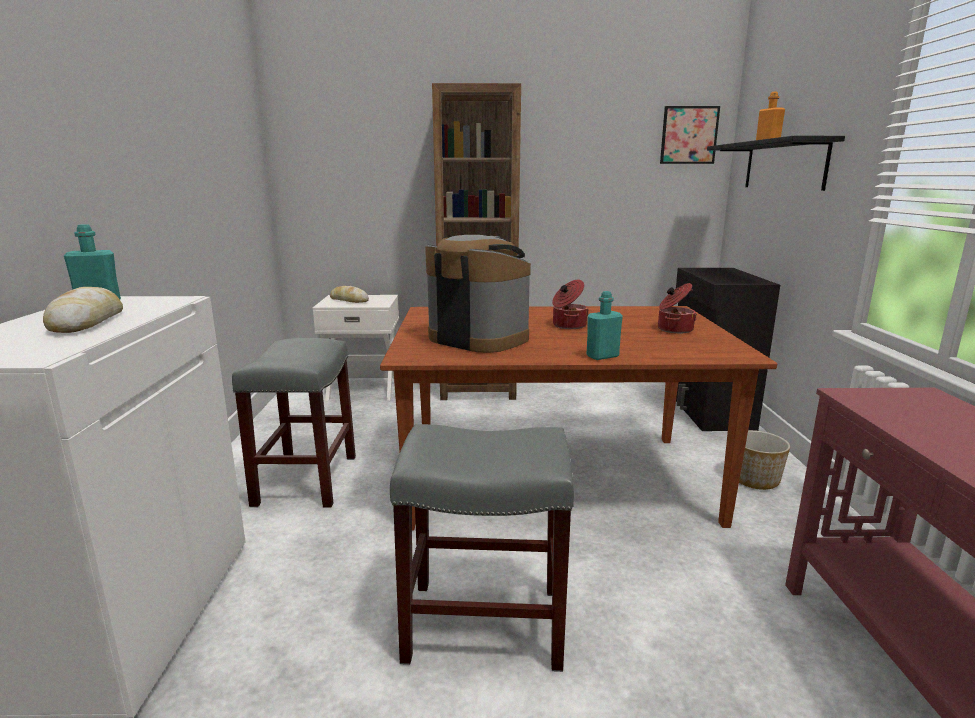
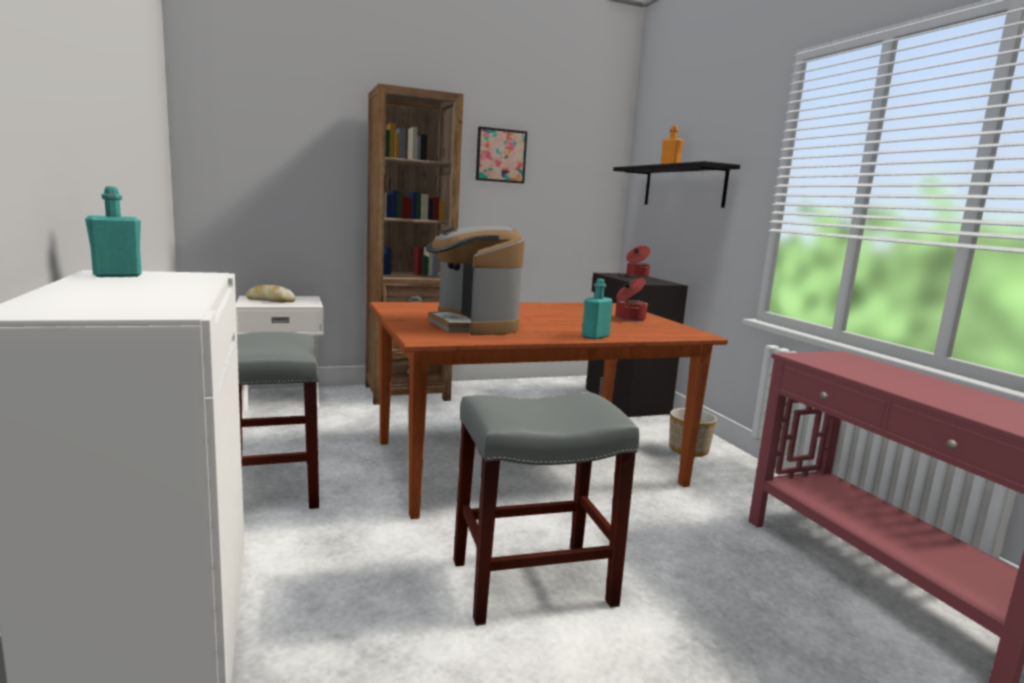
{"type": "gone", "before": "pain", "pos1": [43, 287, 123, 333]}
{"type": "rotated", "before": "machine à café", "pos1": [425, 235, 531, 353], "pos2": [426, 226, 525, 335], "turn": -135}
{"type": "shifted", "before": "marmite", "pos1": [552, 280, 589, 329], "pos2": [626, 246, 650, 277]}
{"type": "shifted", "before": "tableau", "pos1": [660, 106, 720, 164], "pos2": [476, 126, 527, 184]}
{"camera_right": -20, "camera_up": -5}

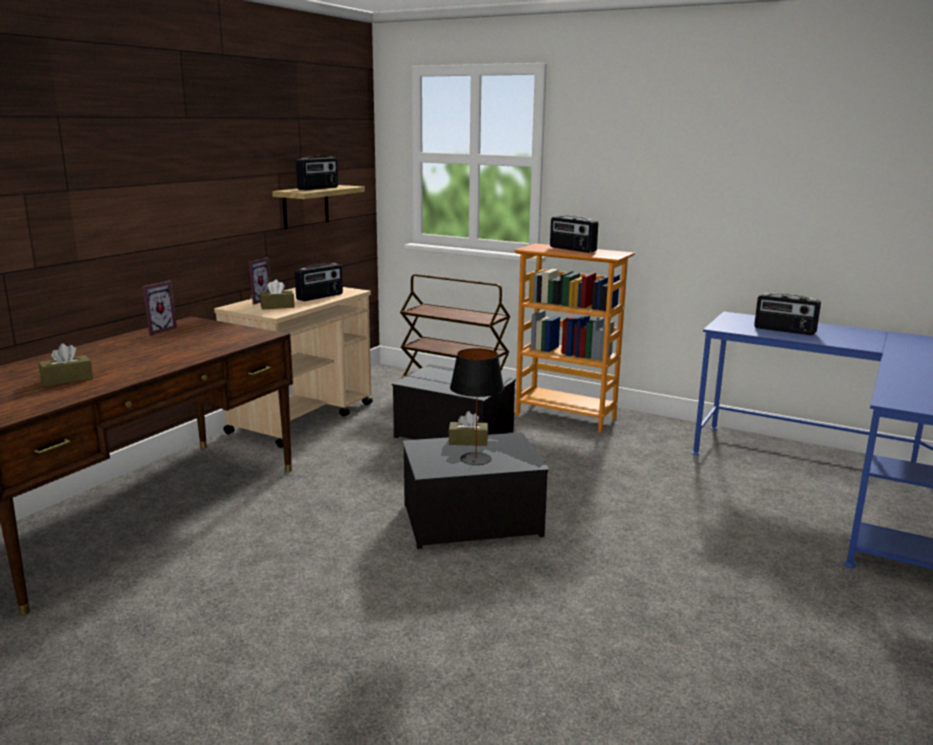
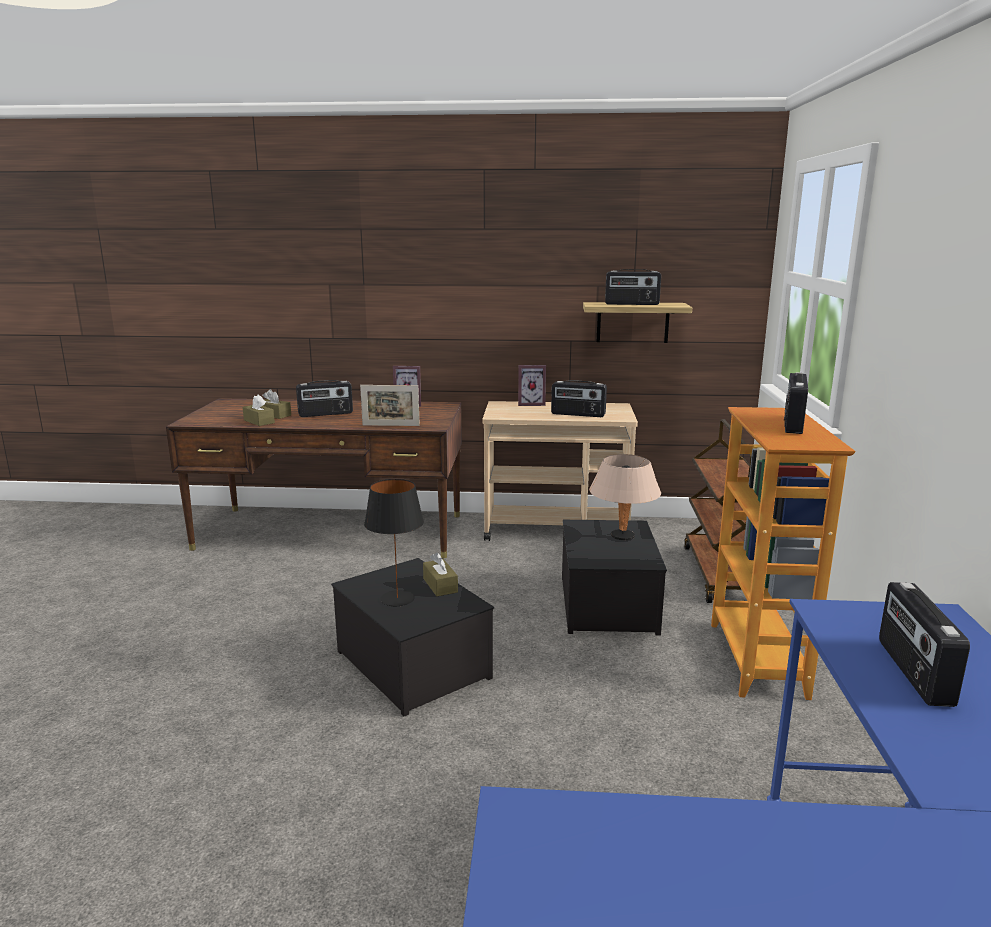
{"type": "shifted", "before": "boîte à mouchoirs [marron]", "pos1": [260, 280, 295, 310], "pos2": [243, 395, 275, 426]}
{"type": "new", "after": "radio", "pos2": [296, 380, 353, 417]}
{"type": "new", "after": "cadre photo", "pos2": [360, 385, 420, 426]}
{"type": "new", "after": "lampe de table [beige]", "pos2": [589, 454, 661, 540]}
{"camera_right": 65, "camera_up": 0}

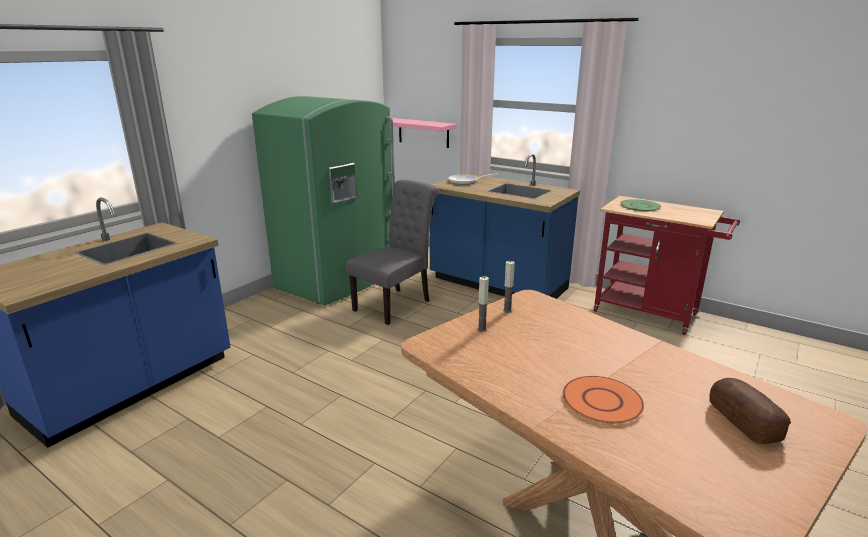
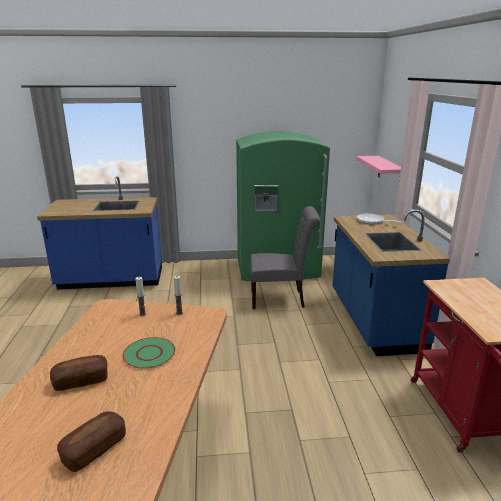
{"type": "swapped", "before": "assiette [orange]", "after": "pain", "pos1": [563, 376, 644, 424], "pos2": [50, 355, 108, 391]}
{"type": "shifted", "before": "assiette [vert]", "pos1": [620, 199, 661, 211], "pos2": [122, 337, 176, 369]}
{"camera_right": 50, "camera_up": 0}

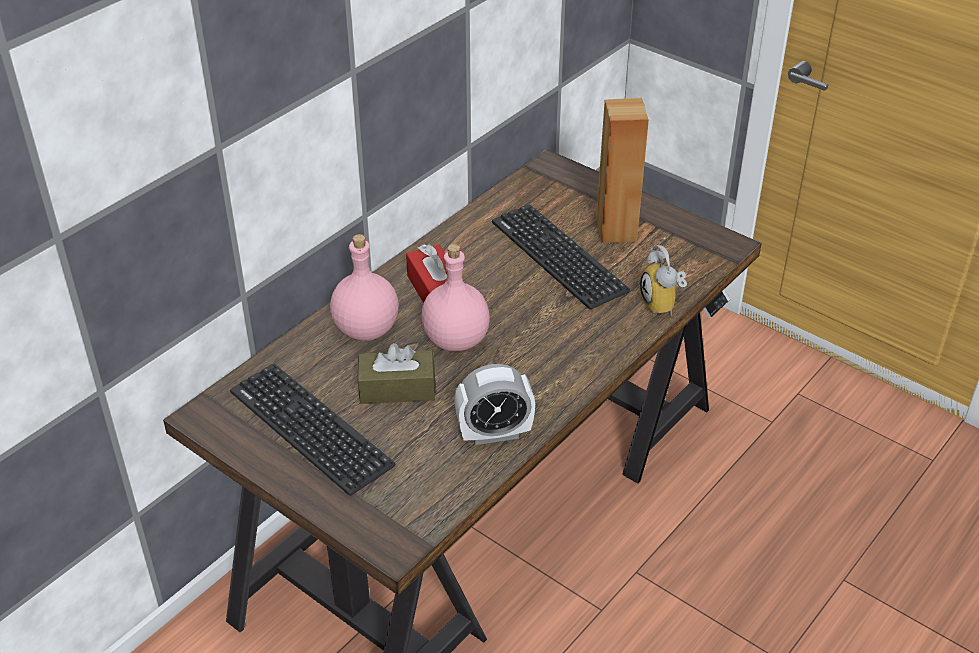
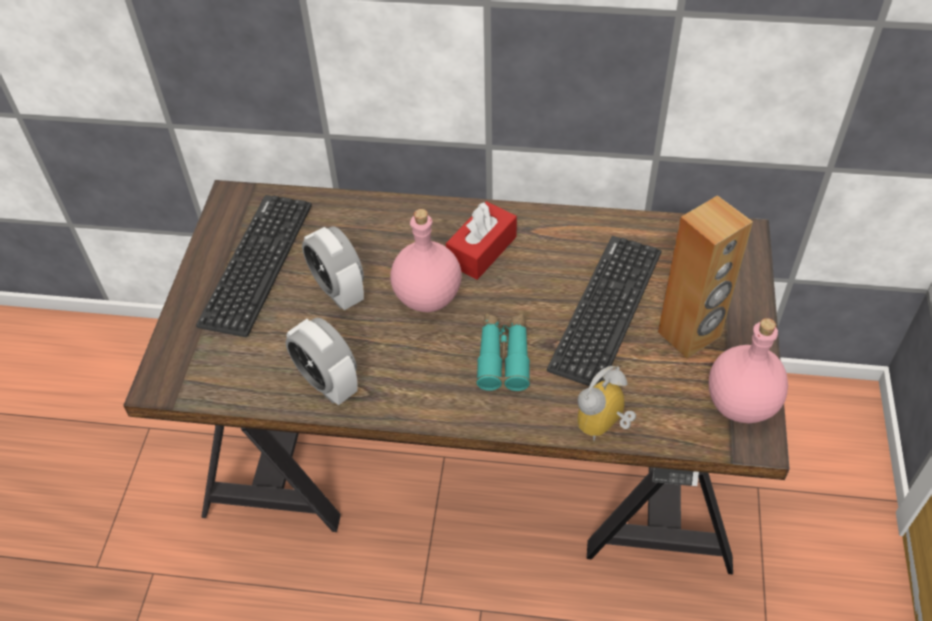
{"type": "shifted", "before": "bouteille [rose]", "pos1": [330, 234, 399, 341], "pos2": [709, 318, 788, 423]}
{"type": "swapped", "before": "boîte à mouchoirs [marron]", "after": "réveil", "pos1": [358, 343, 435, 404], "pos2": [302, 226, 364, 310]}
{"type": "new", "after": "jumelles [turquoise]", "pos2": [476, 313, 530, 391]}
{"camera_right": 60, "camera_up": 10}

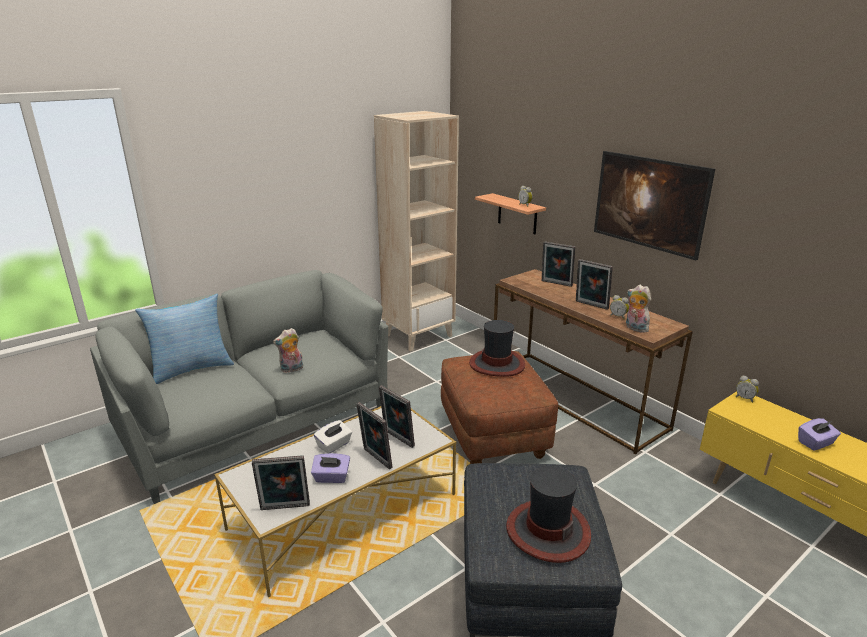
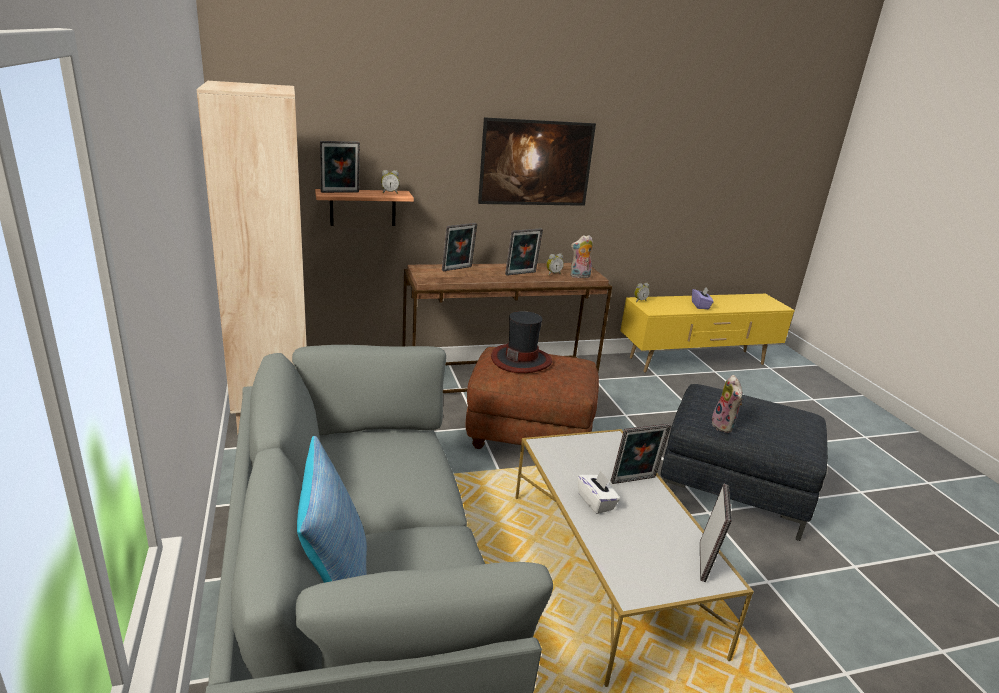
{"type": "shifted", "before": "peluche", "pos1": [273, 328, 303, 373], "pos2": [712, 375, 743, 433]}
{"type": "gone", "before": "boîte à mouchoirs [violet]", "pos1": [311, 453, 350, 483]}
{"type": "shifted", "before": "cadre photo", "pos1": [379, 385, 415, 448], "pos2": [320, 141, 360, 193]}
{"type": "gone", "before": "chapeau", "pos1": [506, 466, 591, 563]}
{"camera_right": -70, "camera_up": 0}

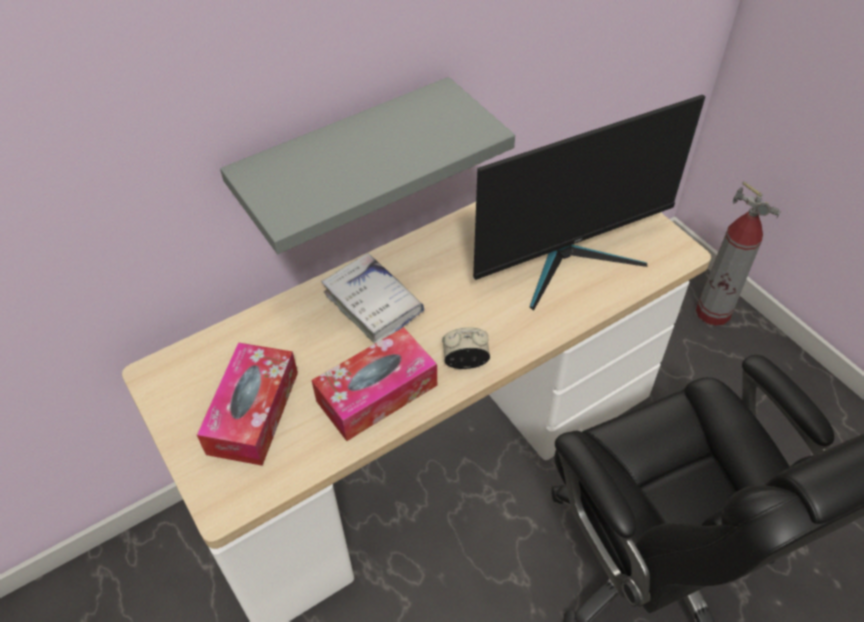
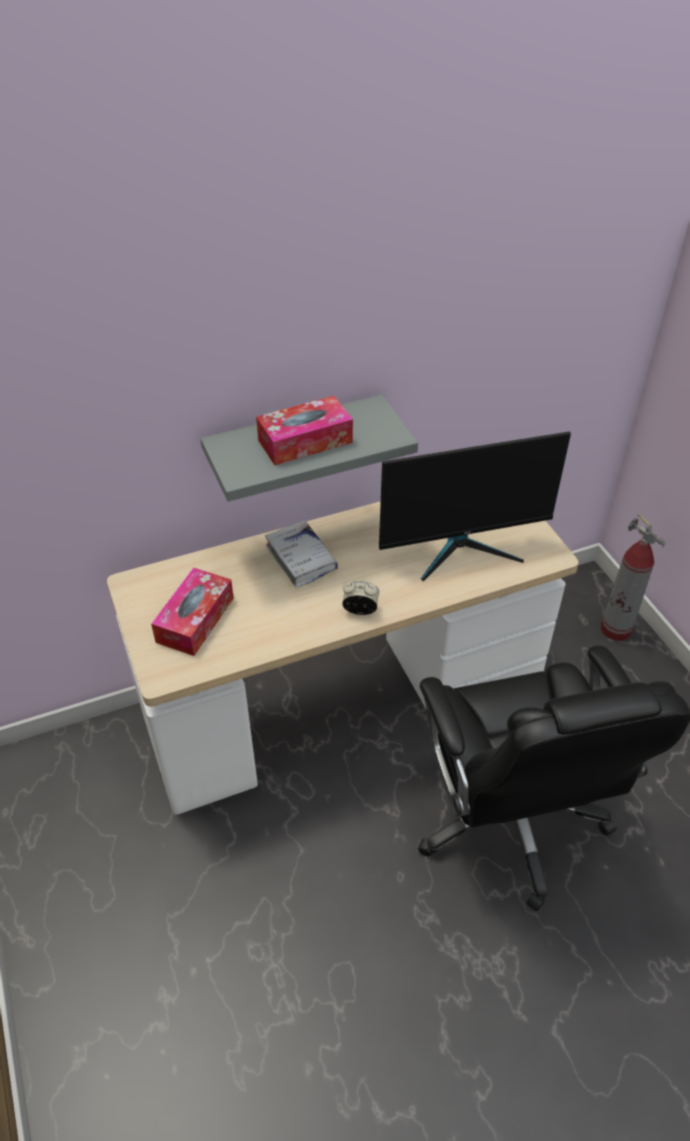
{"type": "shifted", "before": "boîte à mouchoirs", "pos1": [311, 327, 437, 441], "pos2": [256, 396, 353, 465]}
{"camera_right": 10, "camera_up": -5}

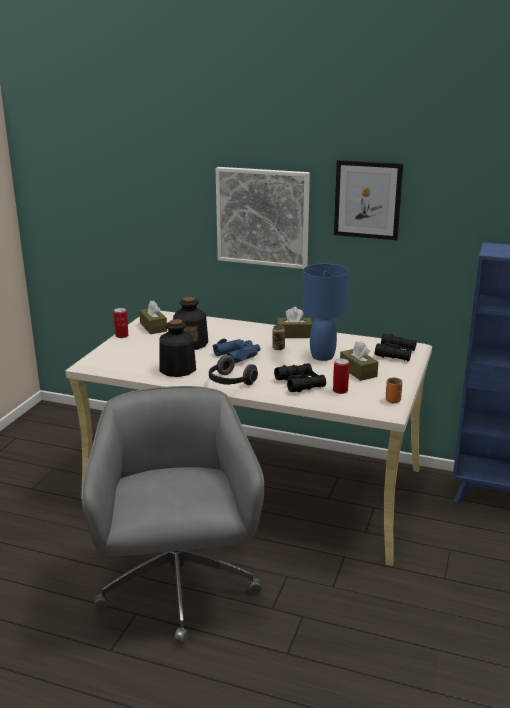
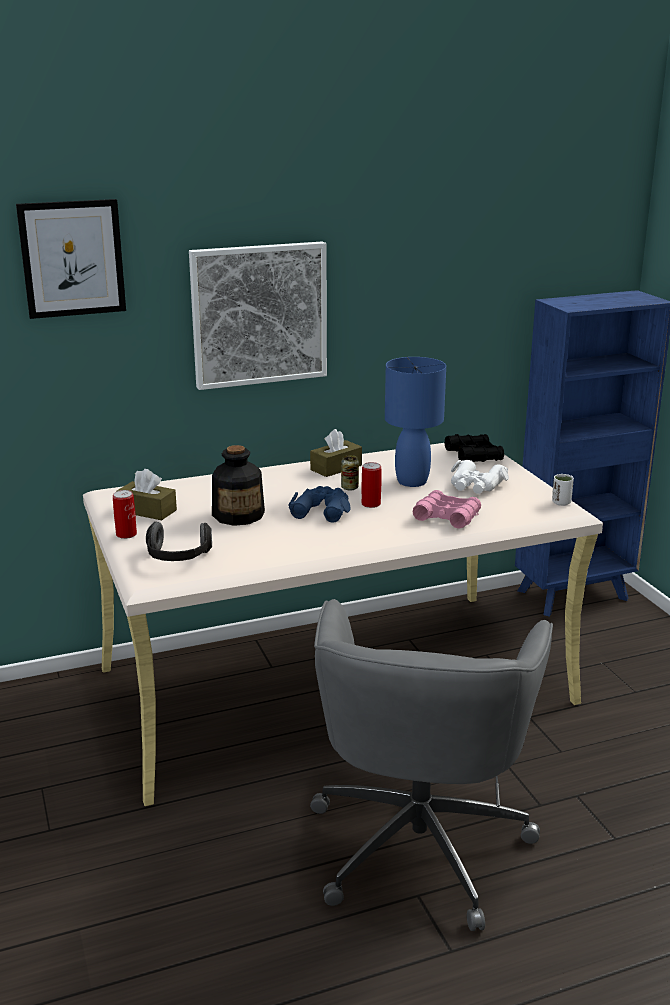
{"type": "rotated", "before": "chaise de bureau [gris]", "pos1": [81, 386, 264, 644], "pos2": [310, 599, 553, 931], "turn": -120}
{"type": "gone", "before": "bouteille", "pos1": [159, 319, 196, 377]}
{"type": "shifted", "before": "casque audio", "pos1": [209, 355, 258, 385], "pos2": [146, 522, 212, 561]}
{"type": "repainted", "before": "jumelles [noir]", "after": "jumelles [rose]", "pos1": [274, 363, 326, 392], "pos2": [413, 490, 481, 529]}
{"type": "shifted", "before": "boîte métallique", "pos1": [333, 358, 349, 394], "pos2": [362, 462, 381, 508]}
{"type": "shifted", "before": "tableau", "pos1": [334, 160, 403, 240], "pos2": [16, 199, 126, 319]}
{"type": "swapped", "before": "boîte à mouchoirs [marron]", "after": "jumelles [blanc]", "pos1": [340, 341, 378, 381], "pos2": [451, 460, 509, 494]}
{"type": "repainted", "before": "tasse [orange]", "after": "tasse [blanc]", "pos1": [386, 377, 402, 403], "pos2": [552, 474, 574, 506]}
{"camera_right": -40, "camera_up": 0}

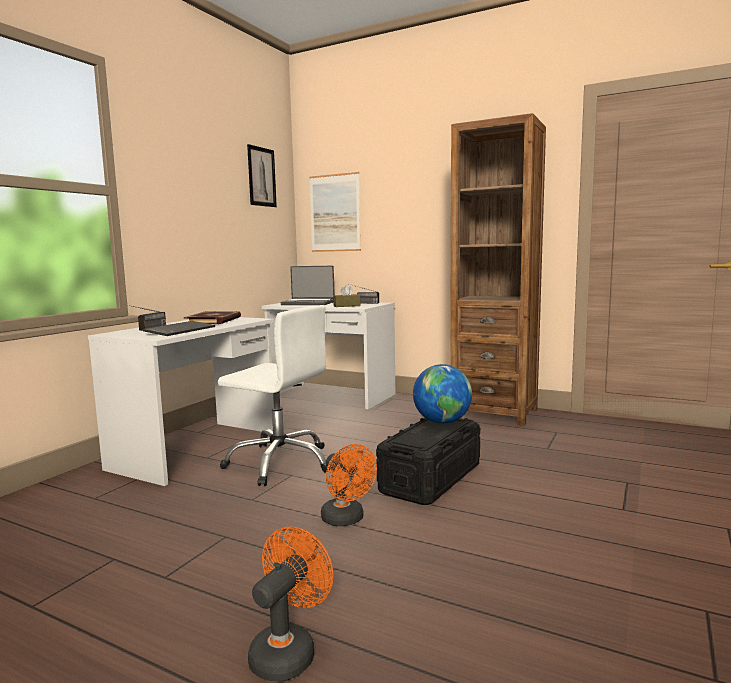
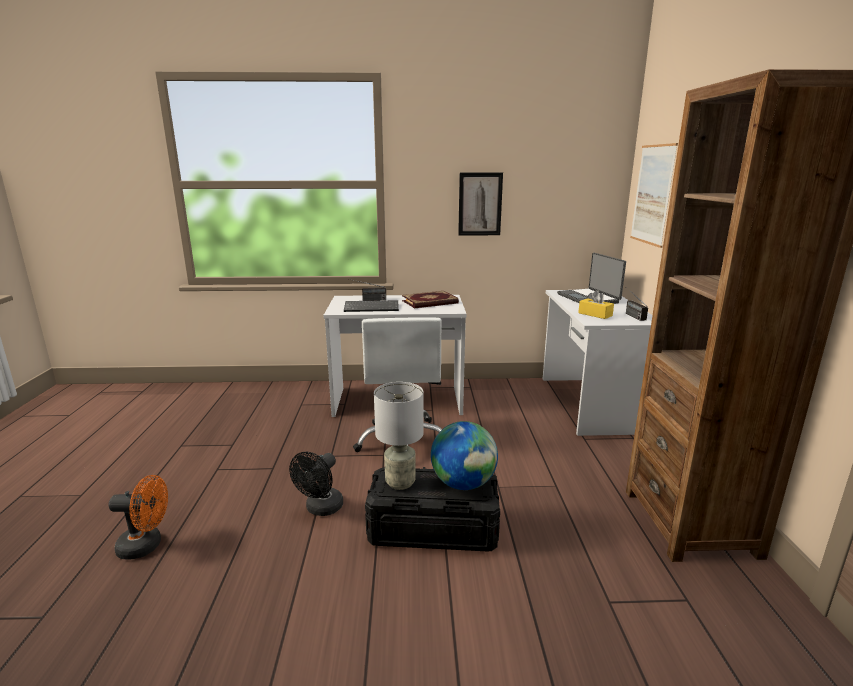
{"type": "shifted", "before": "tableau", "pos1": [247, 144, 277, 207], "pos2": [458, 173, 503, 236]}
{"type": "repainted", "before": "ventilateur [orange]", "after": "ventilateur [noir]", "pos1": [321, 444, 377, 526], "pos2": [289, 452, 343, 516]}
{"type": "repainted", "before": "boîte à mouchoirs [marron]", "after": "boîte à mouchoirs [jaune]", "pos1": [333, 285, 360, 307], "pos2": [578, 290, 614, 319]}
{"type": "new", "after": "lampe de table [gris]", "pos2": [374, 382, 424, 490]}
{"camera_right": 60, "camera_up": 10}

